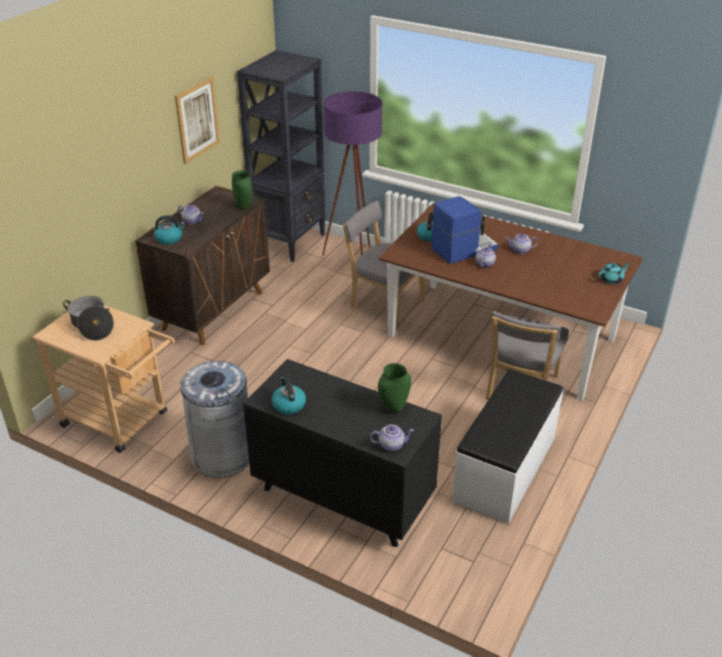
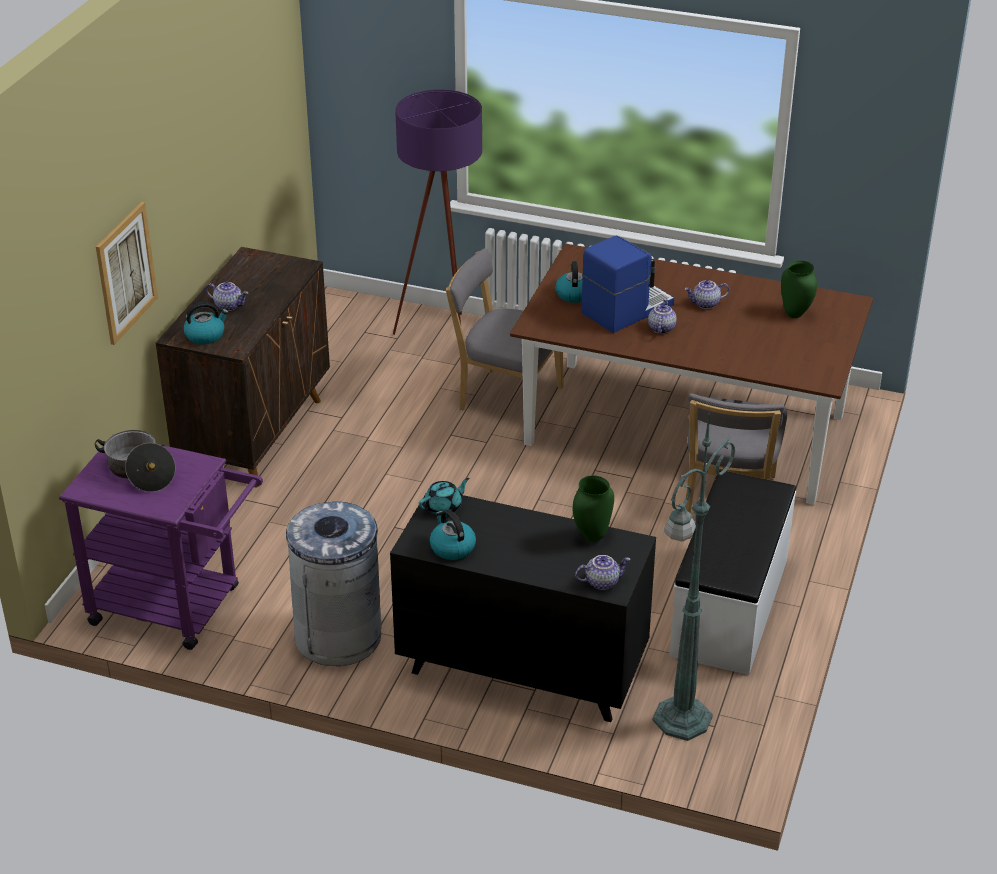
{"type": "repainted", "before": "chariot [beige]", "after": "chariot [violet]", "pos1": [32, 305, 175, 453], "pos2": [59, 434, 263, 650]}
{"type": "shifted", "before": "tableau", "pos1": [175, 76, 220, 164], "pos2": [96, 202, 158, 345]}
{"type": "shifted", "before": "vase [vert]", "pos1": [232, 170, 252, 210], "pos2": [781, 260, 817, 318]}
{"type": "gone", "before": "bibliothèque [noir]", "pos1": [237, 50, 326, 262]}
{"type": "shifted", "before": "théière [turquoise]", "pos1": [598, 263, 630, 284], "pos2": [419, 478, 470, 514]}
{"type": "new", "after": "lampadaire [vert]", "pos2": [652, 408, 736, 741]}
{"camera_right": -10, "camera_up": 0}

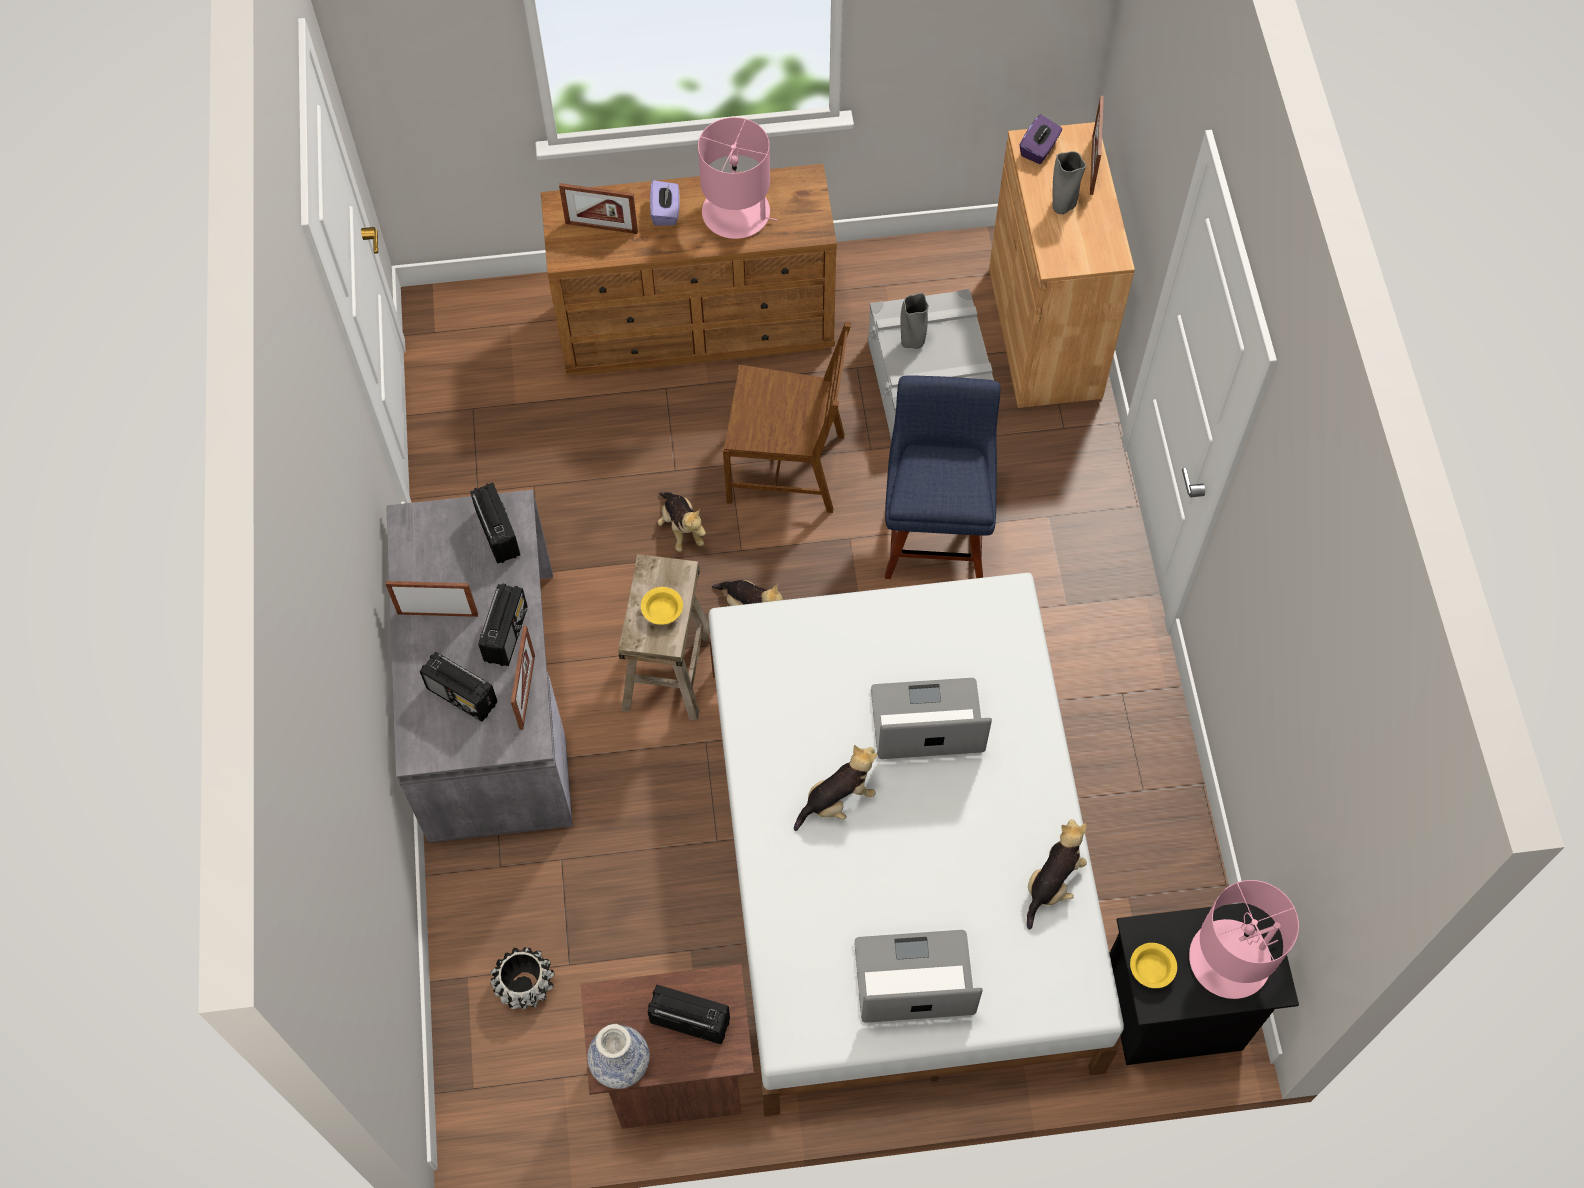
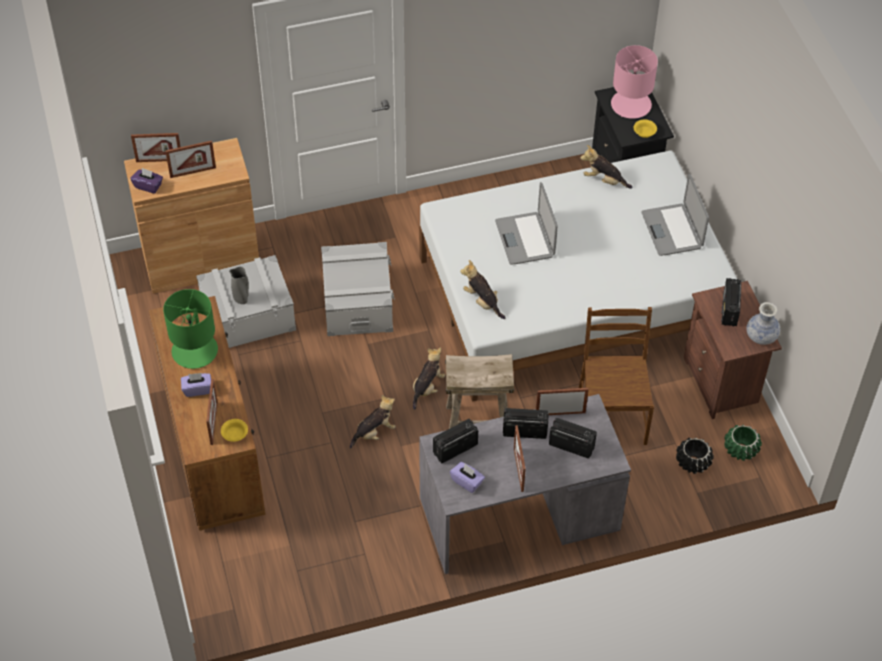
{"type": "rotated", "before": "radio", "pos1": [420, 652, 498, 722], "pos2": [549, 418, 597, 459], "turn": -90}
{"type": "shifted", "before": "bol [jaune]", "pos1": [641, 587, 683, 625], "pos2": [221, 419, 248, 442]}
{"type": "repainted", "before": "lampe de table [rose]", "after": "lampe de table [vert]", "pos1": [698, 117, 778, 239], "pos2": [163, 289, 218, 369]}
{"type": "shifted", "before": "chaise [marron]", "pos1": [723, 322, 851, 513], "pos2": [579, 307, 654, 445]}
{"type": "shifted", "before": "peluche", "pos1": [794, 745, 877, 831], "pos2": [460, 260, 505, 319]}
{"type": "swapped", "before": "chaise [bleu]", "after": "boîte de rangement [gris]", "pos1": [885, 375, 1000, 579], "pos2": [321, 242, 395, 336]}
{"type": "swapped", "before": "vase [gris]", "after": "cadre photo", "pos1": [1053, 151, 1086, 214], "pos2": [165, 141, 216, 178]}
{"type": "new", "after": "boîte à mouchoirs [violet]", "pos2": [450, 462, 485, 493]}
{"type": "new", "after": "cache-pot [vert]", "pos2": [725, 425, 762, 461]}
{"camera_right": -100, "camera_up": -10}

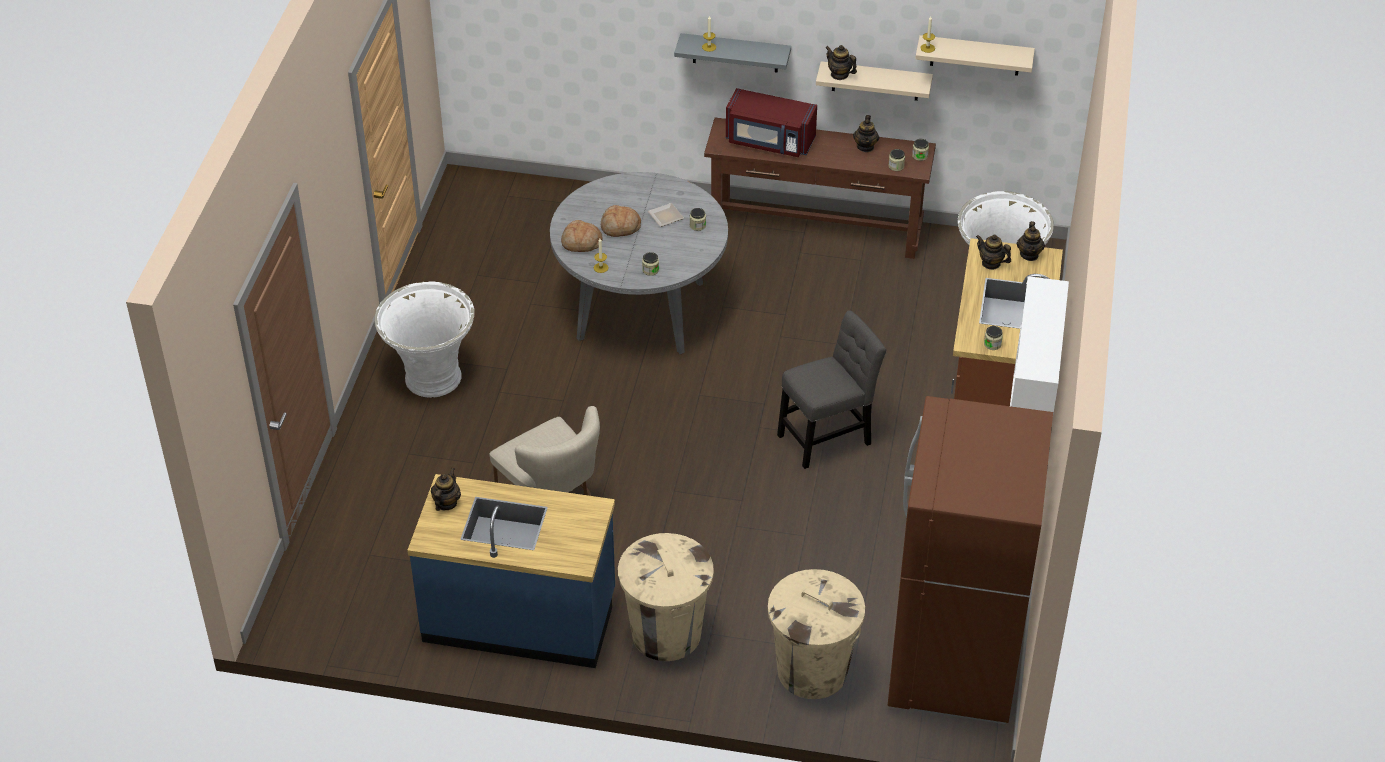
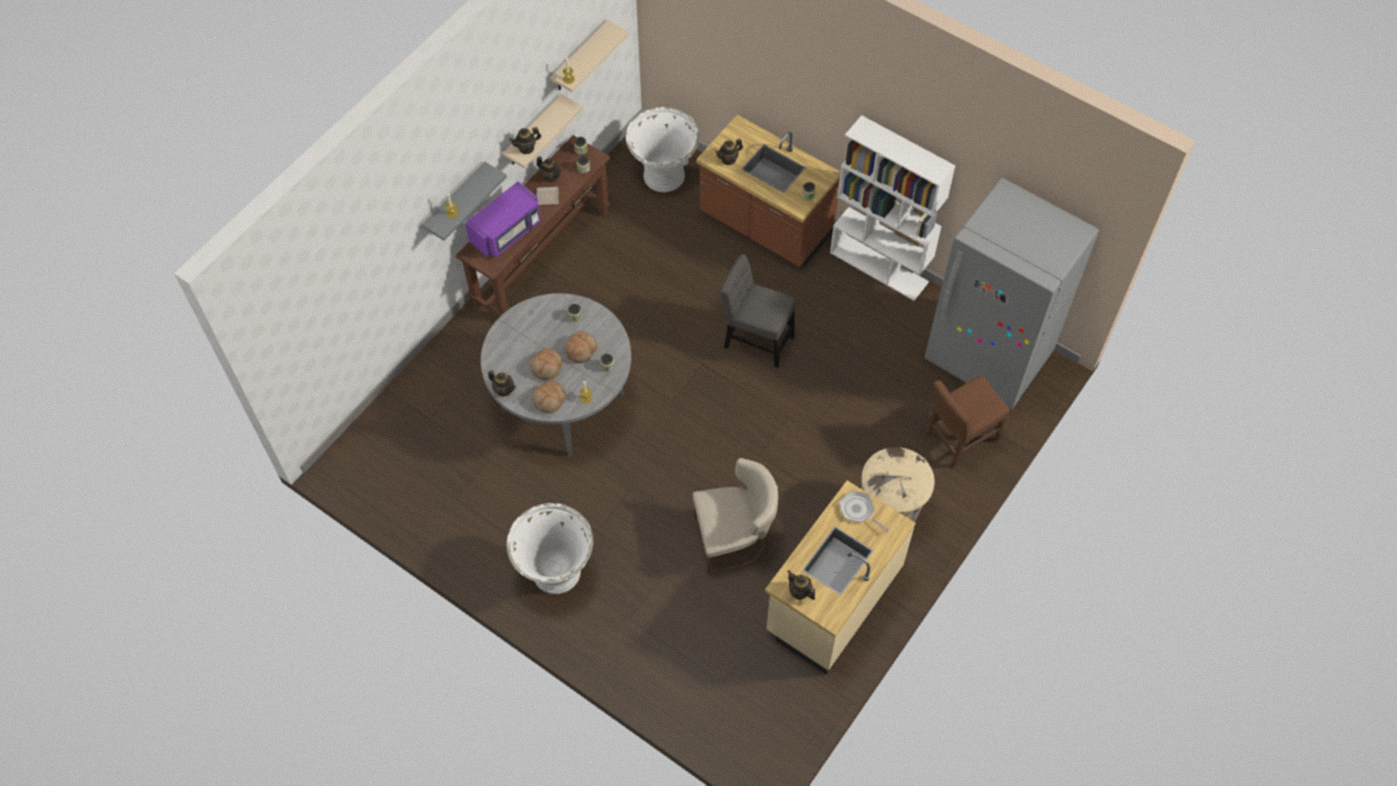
{"type": "repainted", "before": "comptoir de cuisine [bleu]", "after": "comptoir de cuisine [beige]", "pos1": [407, 474, 615, 668], "pos2": [765, 480, 916, 675]}
{"type": "shifted", "before": "assiette", "pos1": [648, 203, 684, 227], "pos2": [537, 187, 559, 205]}
{"type": "repainted", "before": "micro-ondes [rouge]", "after": "micro-ondes [violet]", "pos1": [726, 88, 817, 157], "pos2": [465, 181, 541, 258]}
{"type": "swapped", "before": "poubelle [beige]", "after": "chaise [marron]", "pos1": [768, 569, 865, 699], "pos2": [925, 376, 1010, 469]}
{"type": "rotated", "before": "chaise [gris]", "pos1": [777, 310, 886, 469], "pos2": [720, 254, 796, 368], "turn": -60}
{"type": "repainted", "before": "réfrigérateur [marron]", "after": "réfrigérateur [gris]", "pos1": [888, 396, 1053, 724], "pos2": [925, 178, 1099, 409]}
{"type": "shifted", "before": "théière", "pos1": [1017, 221, 1045, 261], "pos2": [488, 370, 516, 396]}
{"type": "new", "after": "pain", "pos2": [564, 331, 597, 363]}
{"type": "new", "after": "poêle", "pos2": [839, 491, 889, 533]}
{"camera_right": -65, "camera_up": 15}

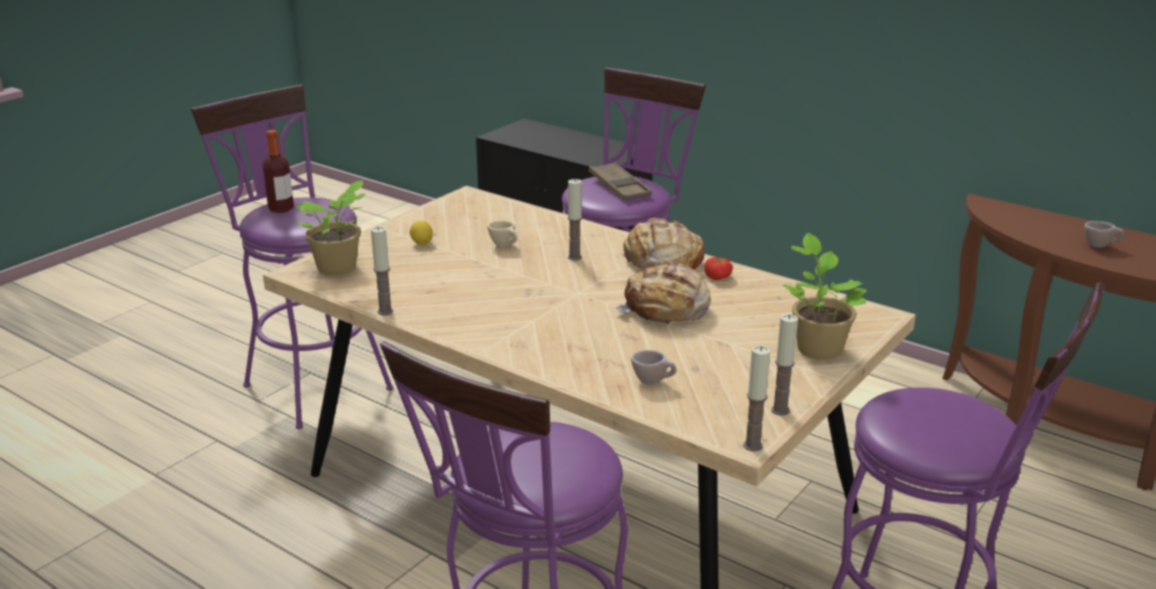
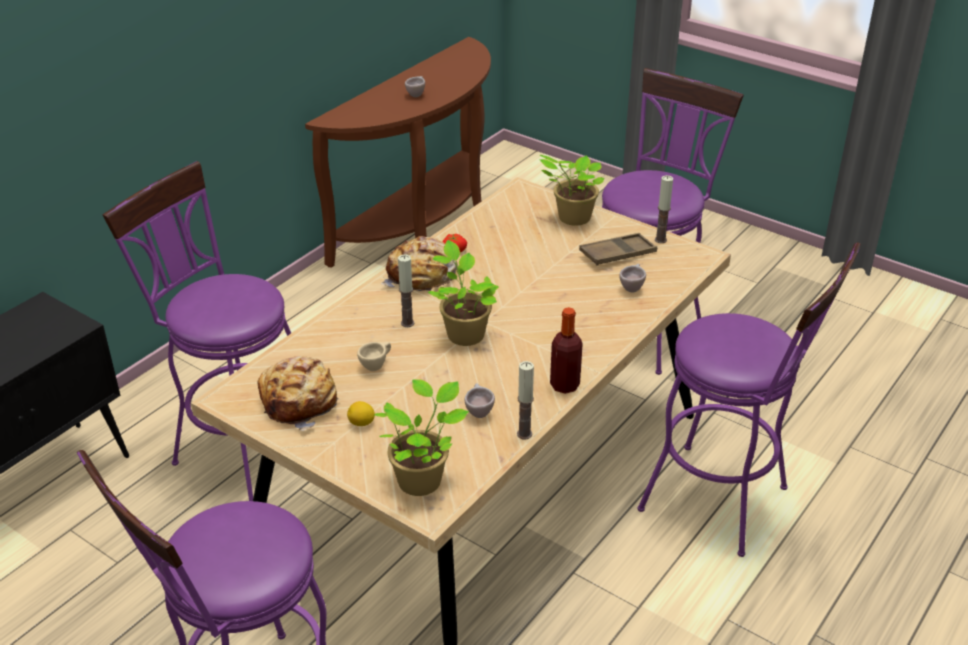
{"type": "shifted", "before": "bouteille", "pos1": [262, 130, 294, 213], "pos2": [550, 307, 583, 394]}
{"type": "shifted", "before": "plateau [marron]", "pos1": [589, 162, 651, 200], "pos2": [579, 233, 657, 266]}
{"type": "shifted", "before": "pain", "pos1": [614, 261, 711, 326], "pos2": [257, 356, 341, 431]}
{"type": "gone", "before": "bougie", "pos1": [743, 345, 770, 451]}
{"type": "new", "after": "plante en pot", "pos2": [428, 240, 499, 346]}
{"type": "new", "after": "tasse [beige]", "pos2": [465, 383, 495, 418]}
{"camera_right": -90, "camera_up": 10}

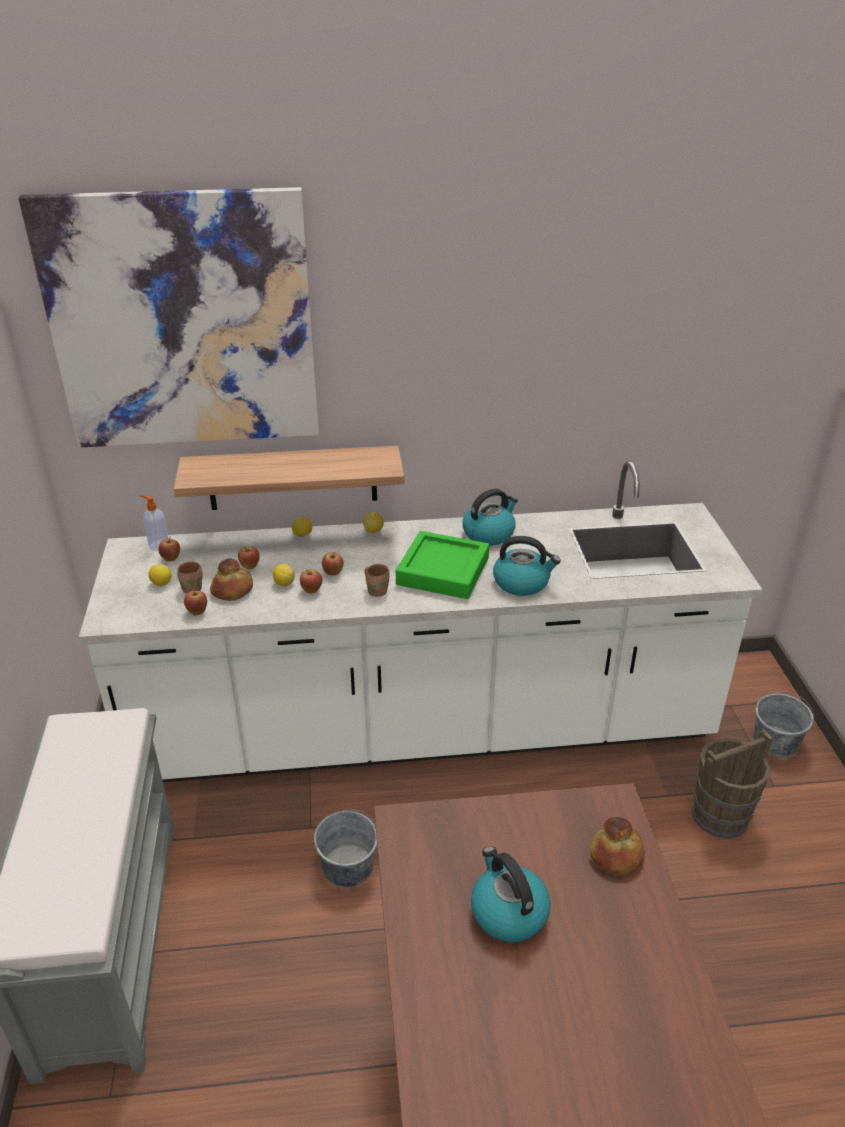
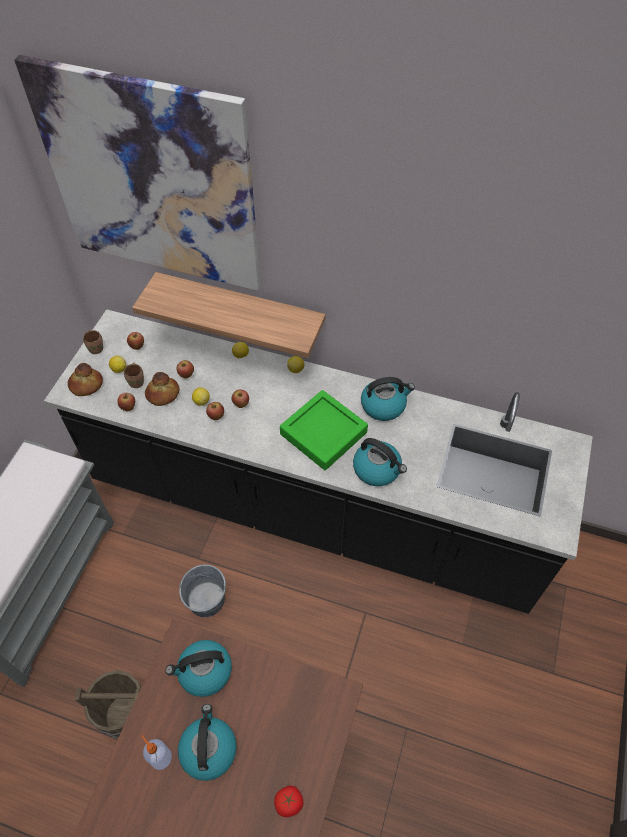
{"type": "repainted", "before": "comptoir de cuisine [blanc]", "after": "comptoir de cuisine [noir]", "pos1": [79, 461, 763, 782], "pos2": [44, 309, 593, 614]}
{"type": "shifted", "before": "distributeur de savon", "pos1": [140, 495, 169, 551], "pos2": [142, 735, 172, 770]}
{"type": "shifted", "before": "mug [marron]", "pos1": [364, 564, 390, 597], "pos2": [83, 330, 103, 354]}
{"type": "shifted", "before": "pain", "pos1": [590, 817, 645, 876], "pos2": [68, 363, 103, 396]}
{"type": "shifted", "before": "seau [marron]", "pos1": [692, 729, 773, 839], "pos2": [75, 670, 141, 739]}
{"type": "gone", "before": "seau [gris]", "pos1": [753, 692, 814, 758]}
{"type": "new", "after": "bouilloire", "pos2": [166, 640, 232, 697]}
{"type": "new", "after": "tomate", "pos2": [274, 786, 304, 817]}
{"camera_right": 25, "camera_up": 20}

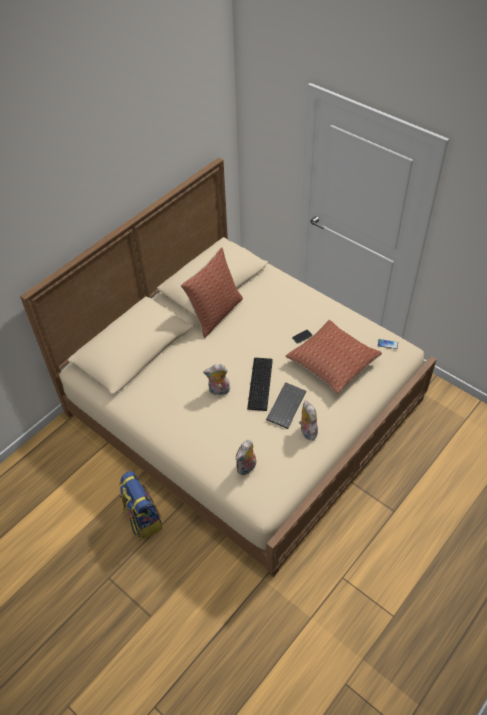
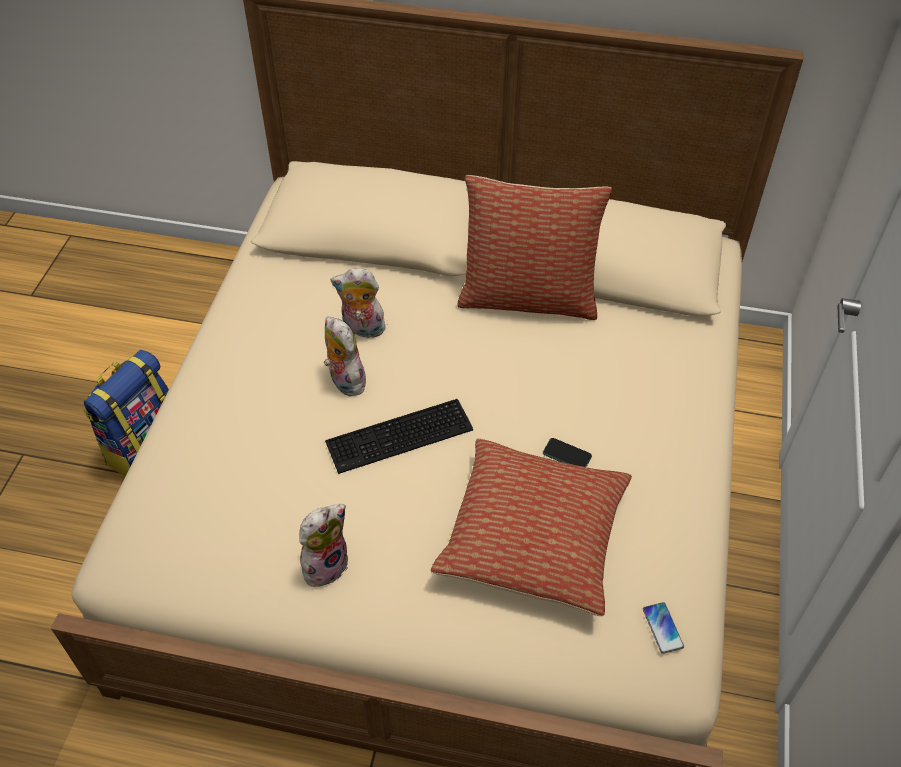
{"type": "shifted", "before": "peluche", "pos1": [236, 440, 256, 475], "pos2": [331, 268, 386, 341]}
{"type": "gone", "before": "clavier", "pos1": [266, 382, 306, 429]}
{"camera_right": 60, "camera_up": 0}

